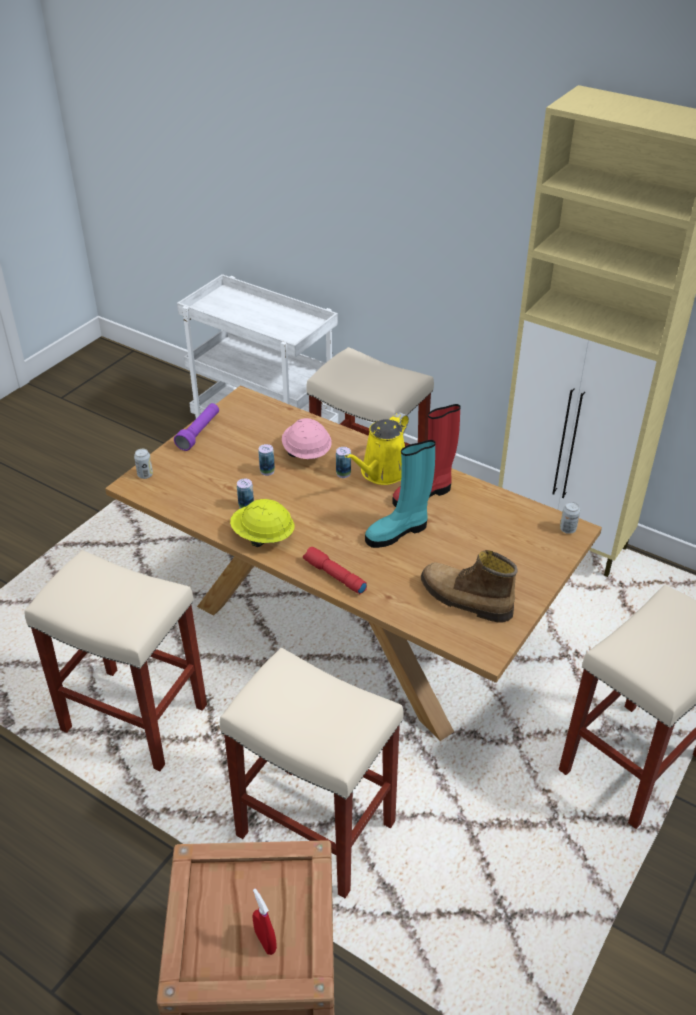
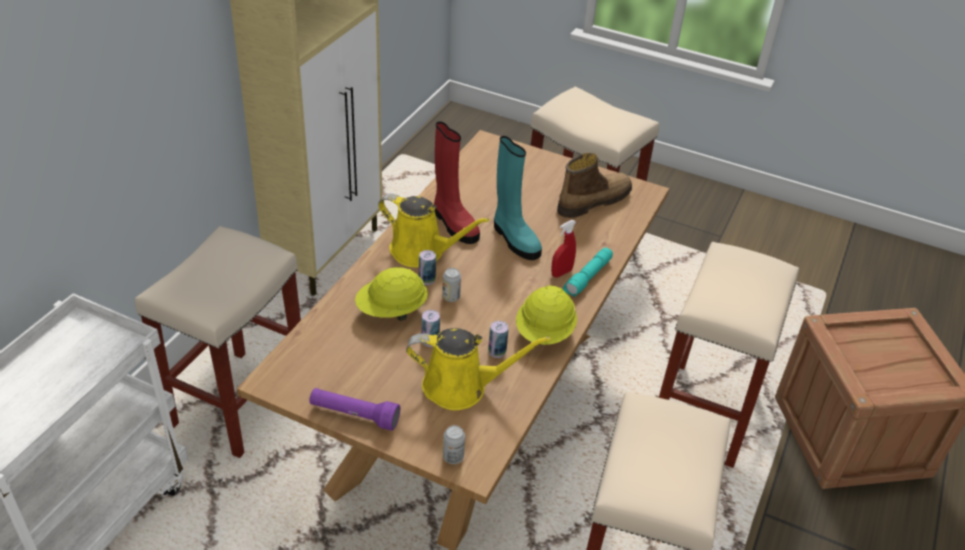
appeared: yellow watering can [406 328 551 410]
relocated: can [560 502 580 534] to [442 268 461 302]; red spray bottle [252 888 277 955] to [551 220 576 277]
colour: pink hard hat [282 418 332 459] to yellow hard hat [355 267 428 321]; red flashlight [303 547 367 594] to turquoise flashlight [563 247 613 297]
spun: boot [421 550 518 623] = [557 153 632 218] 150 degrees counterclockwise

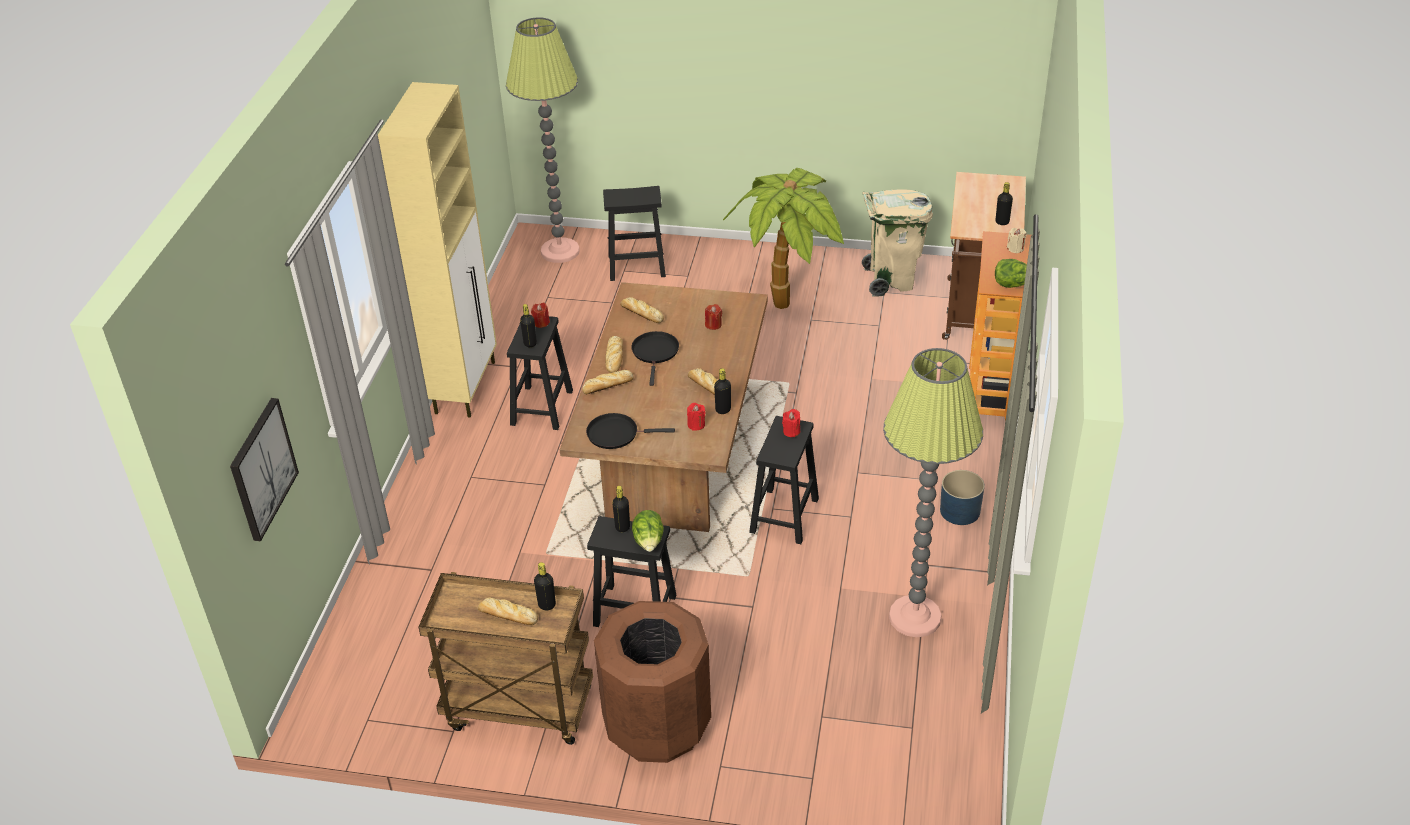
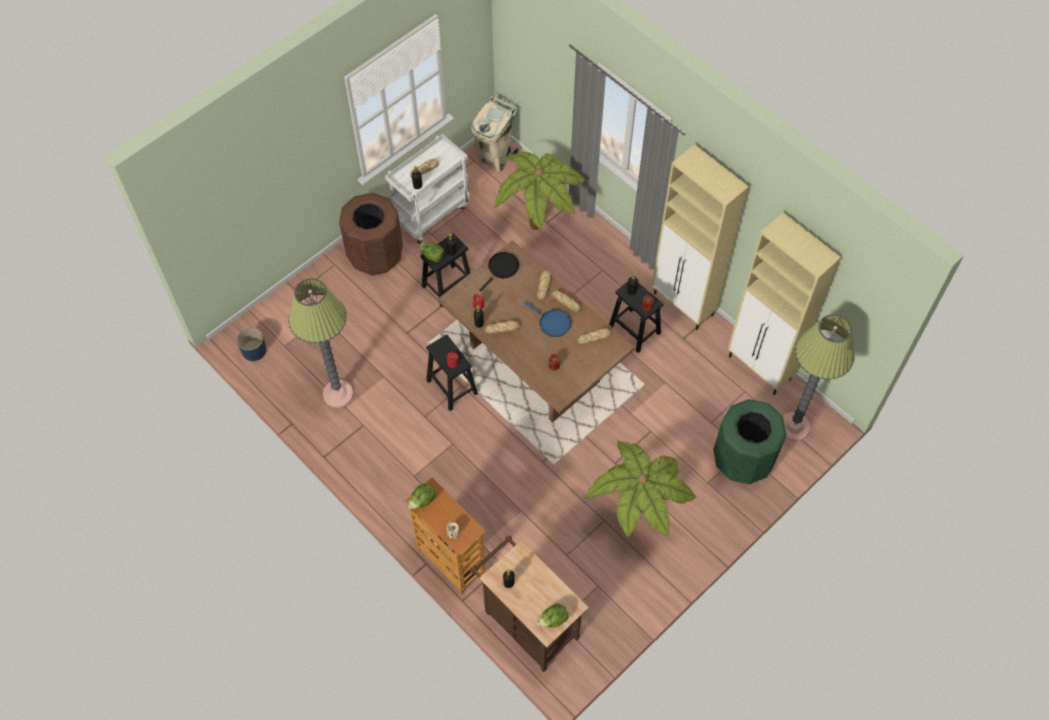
missing: picture [230 398 299 541]
appeared: potted plant [494 152 585 230]; lettuce [537 604 568 628]; beige cabinet [728 212 841 395]
relocated: blue planter [940 470 985 525] to [237 328 267 361]; beige trash can [862 189 933 297] to [471 96 519 172]
exchanged: black stool [603 186 666 281] to green trash can [713 399 787 484]
colour: brown cart [418 572 593 745] to white cart [385 134 470 244]; black frying pan [631 331 679 386] to blue frying pan [524 302 571 337]

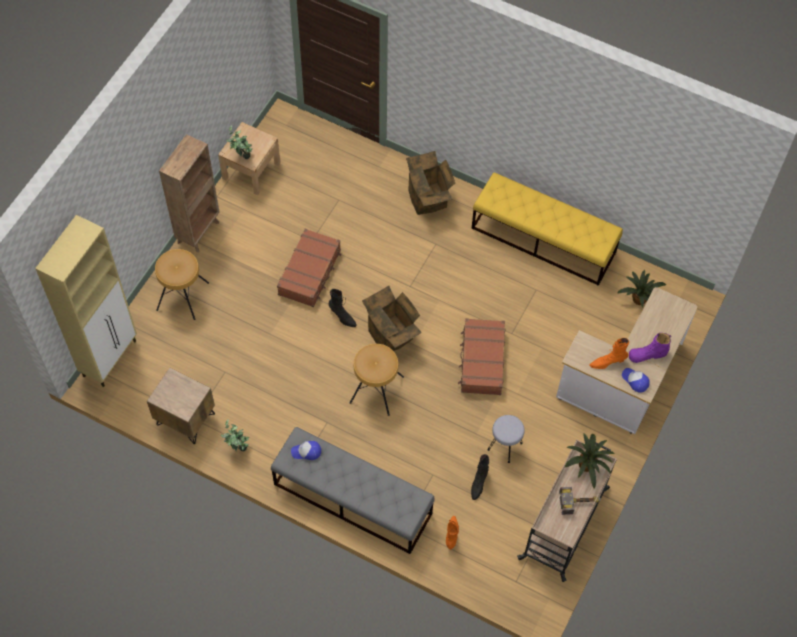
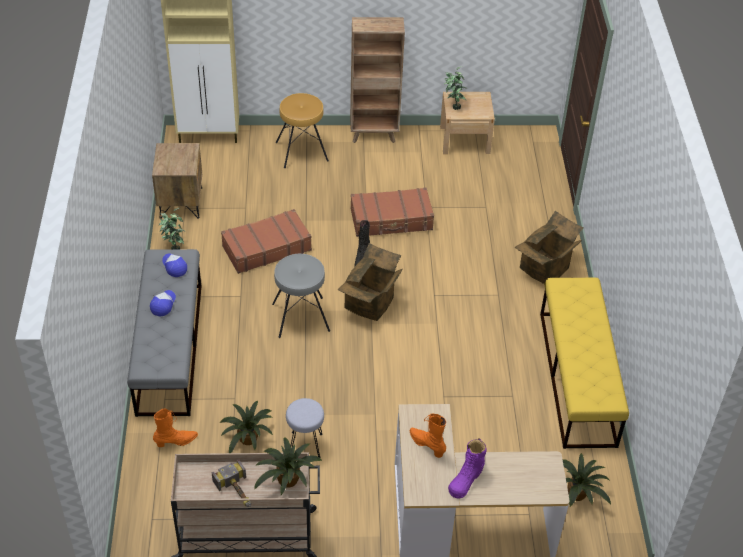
relocated: cap [622 368 650 393] to [150 290 176 316]; brown suitcase [458 318 505 395] to [221 209 312 274]
exchanged: black boot [471 454 489 500] to potted plant [220 401 273 453]
colour: brown stool [349 344 404 416] to grey stool [272 254 330 338]
spun: purple boot [629 333 671 363] = [448 439 487 499] 105 degrees counterclockwise

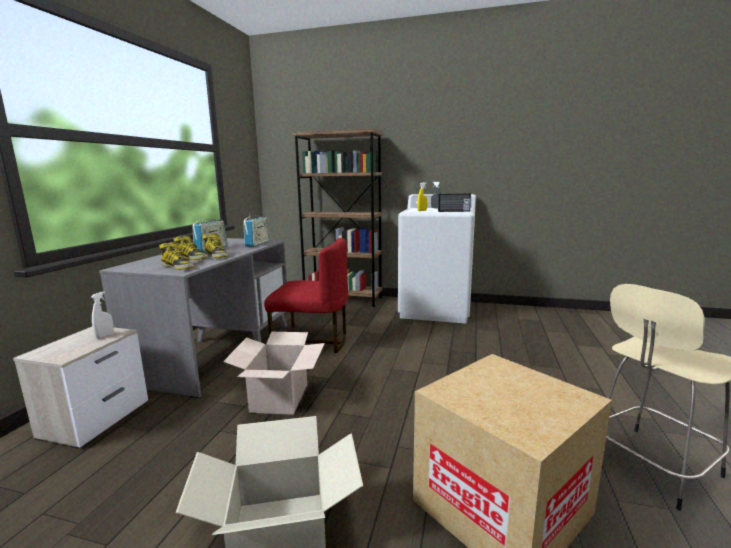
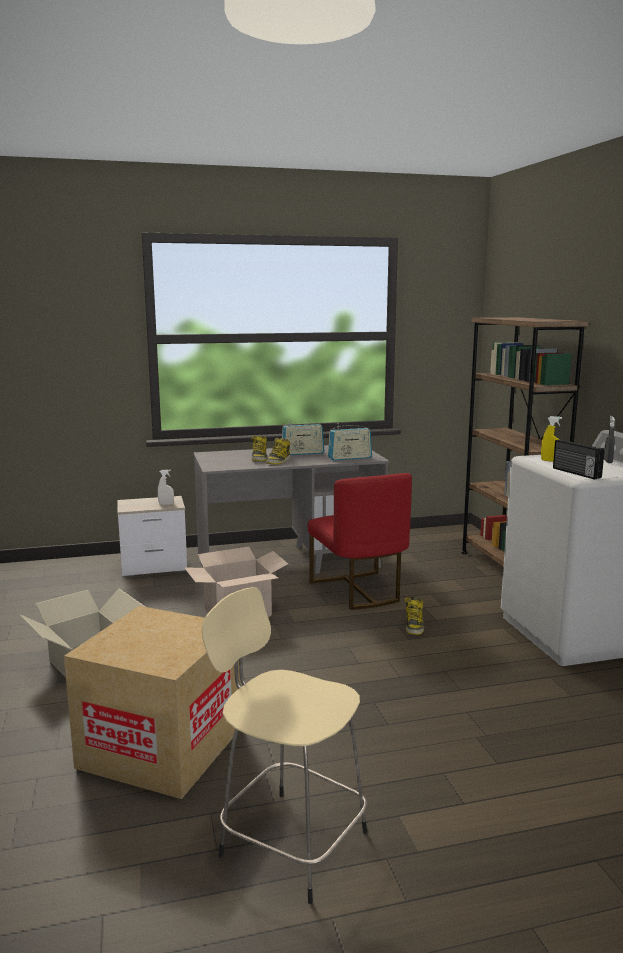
relocated: boot [159 242 195 270] to [405 597 424 635]

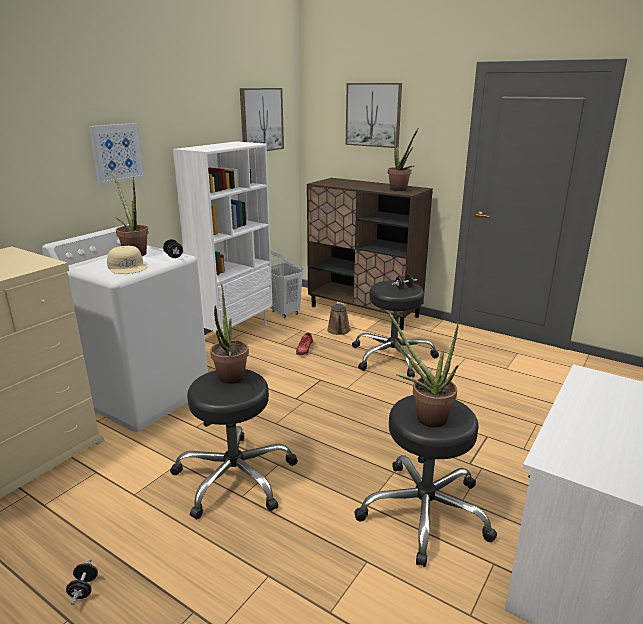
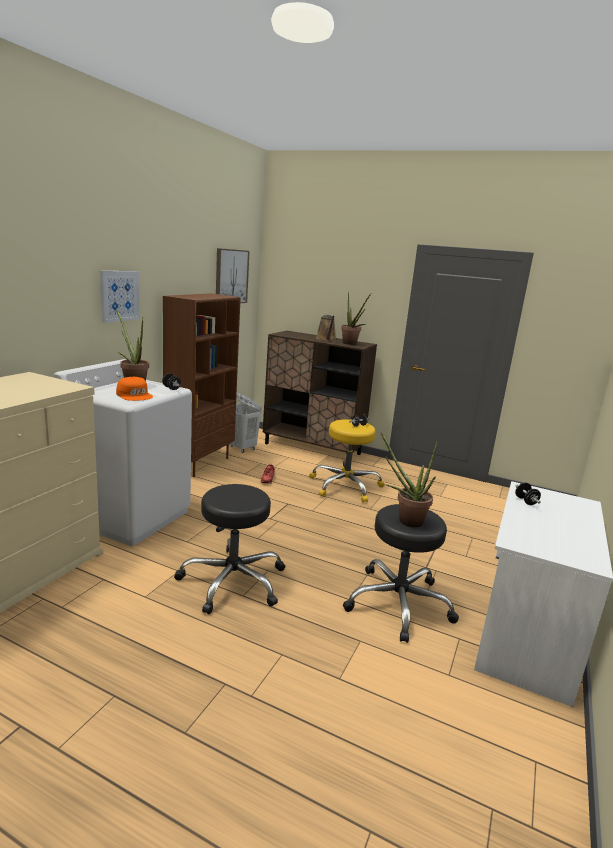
missing: potted plant [210 284 249 384]; picture [346 83 402 148]
relocated: brown watering can [327 302 351 335] to [316 315 336 341]; black dumbbell [66 559 98 605] to [515 482 541 505]
colour: beige cap [107 246 147 274] to orange cap [116 377 153 401]; white bookcase [173 141 273 335] to brown bookcase [163 293 241 477]; black stool [352 280 439 377] to yellow stool [309 419 385 502]

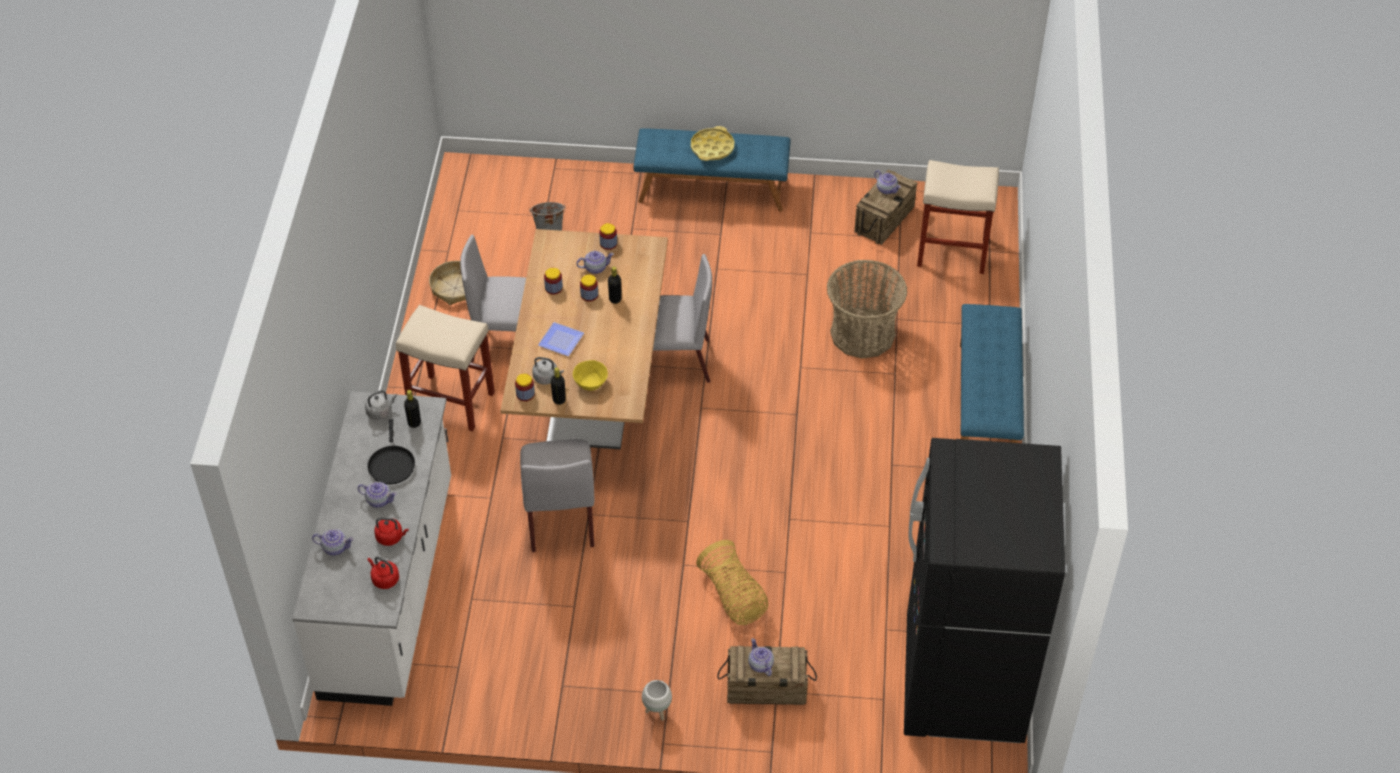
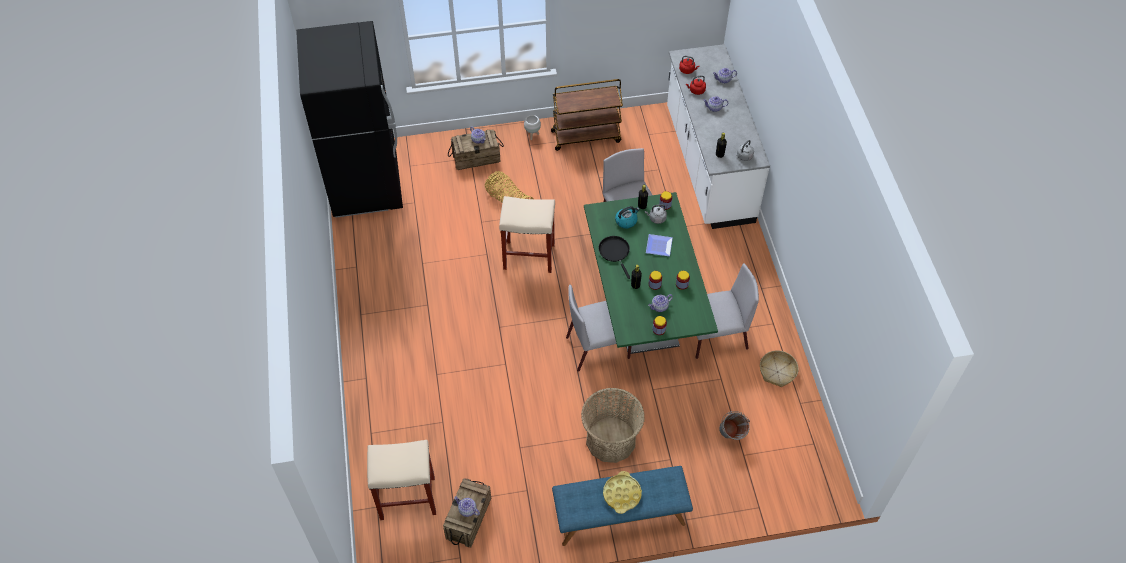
missing: blue bench [960 304 1024 443]
appeared: brown cart [551 79 623 151]
relocated: beige stool [396 305 495 431] to [499 196 555 273]; basket [827 260 907 359] to [581 388 645 463]; black frying pan [367 419 415 485] to [599 236 630 279]
exchanged: yellow bowl [573 360 608 391] to kettle [615 206 640 228]
colour: brown dining table [501 229 668 449] to green dining table [584 192 718 354]

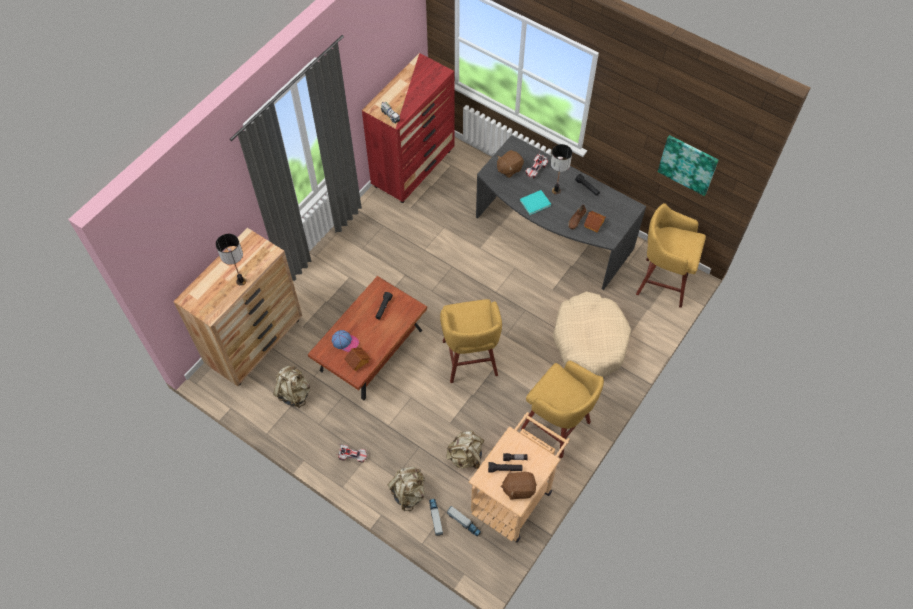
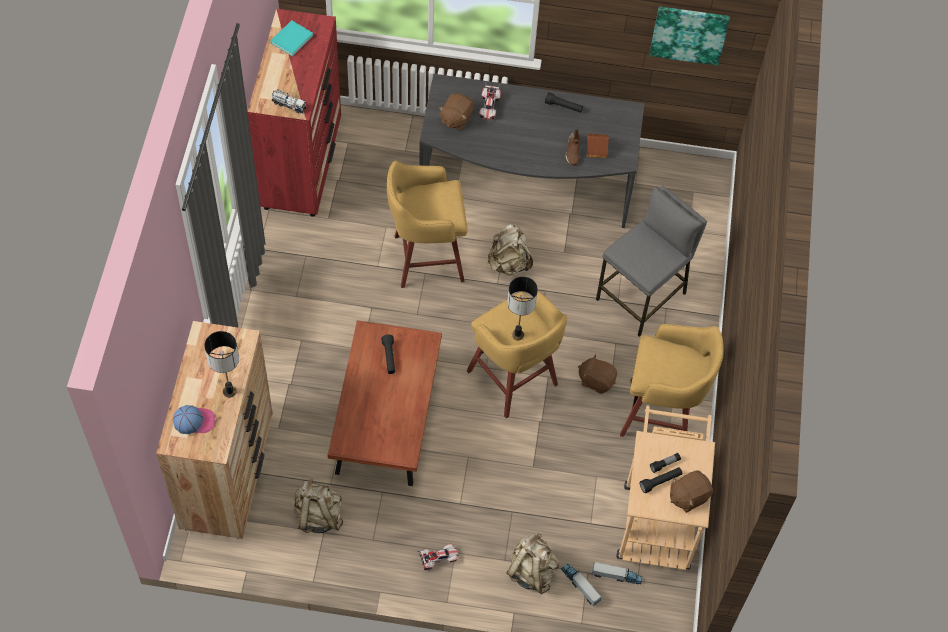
missing: toy house [345 348 371 371]
appeared: brown plush toy [578 354 617 394]
relocated: cap [332 330 359 352] to [173 405 215 434]; turquoise book [520 190 551 215] to [270 20 314 56]; yellow stool [636 203 706 308] to [387 161 467 288]; beige backpack [446 430 484 469] to [487 224 533 276]; table lamp [551 144 572 194] to [507 277 538 341]
exchanged: beige dog bed [553 291 631 377] to grey stool [596 186 707 337]

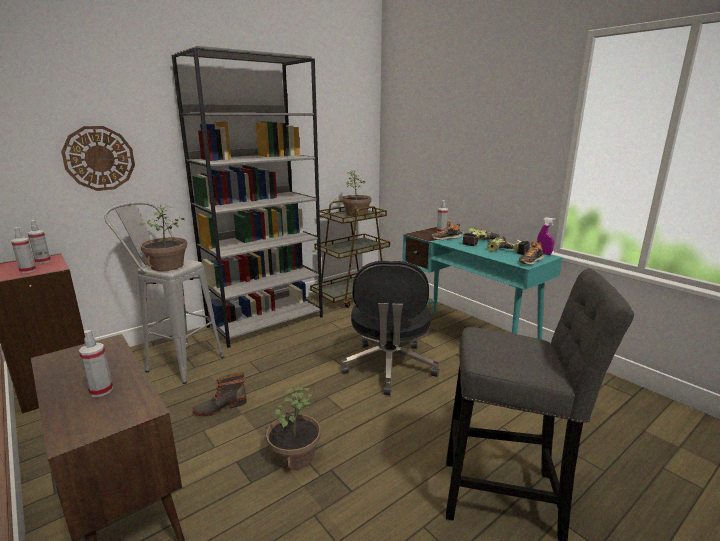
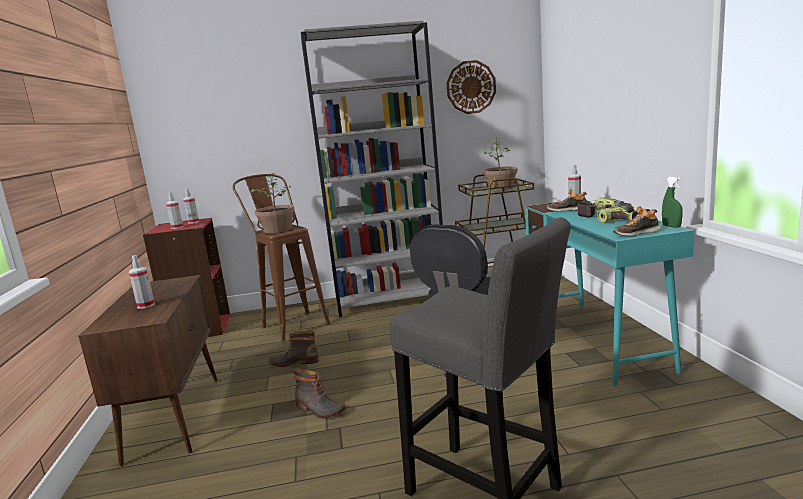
relocated: wall clock [61 126 135 191] to [446 60 496 114]
exchanged: potted plant [266 387 321 470] to boot [293 368 346 418]
colour: grey stool [104 202 224 384] to brown stool [233 174 330 340]; purple spray bottle [537 217 556 255] to green spray bottle [662 177 683 228]

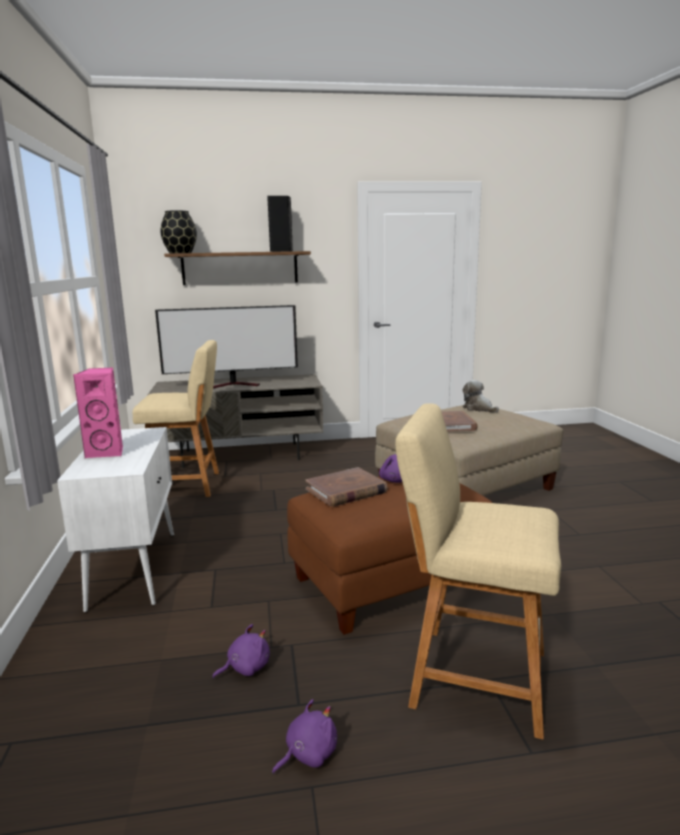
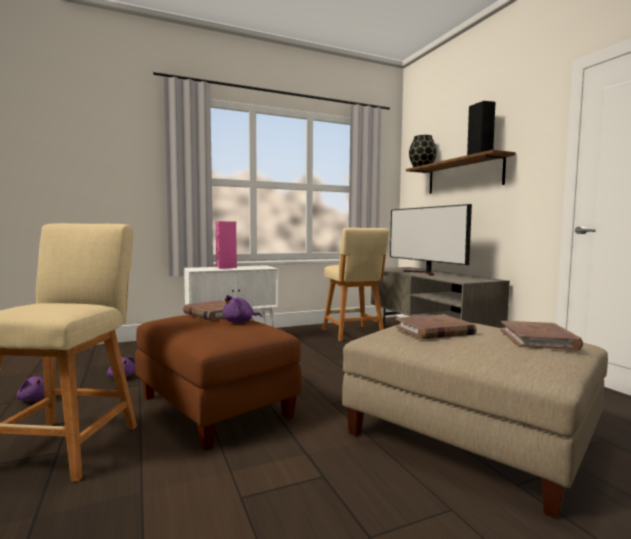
exchanged: plush toy [463 380 499 413] to brown book [501 321 583 350]

